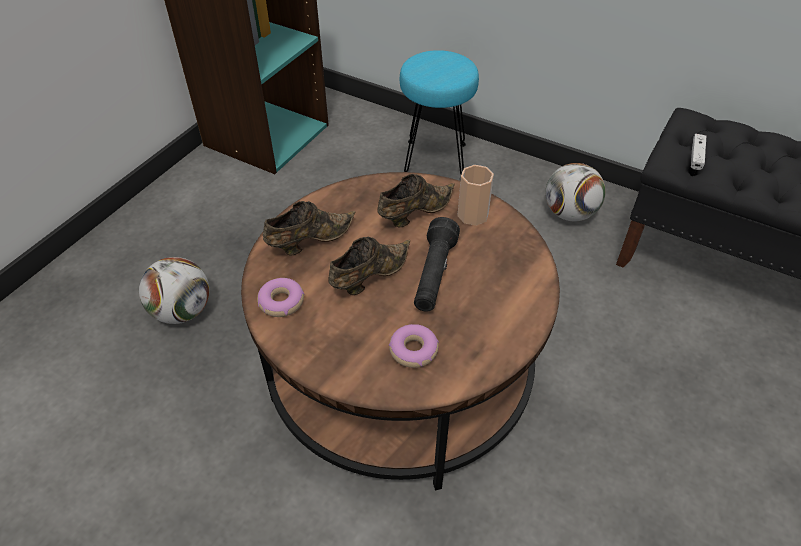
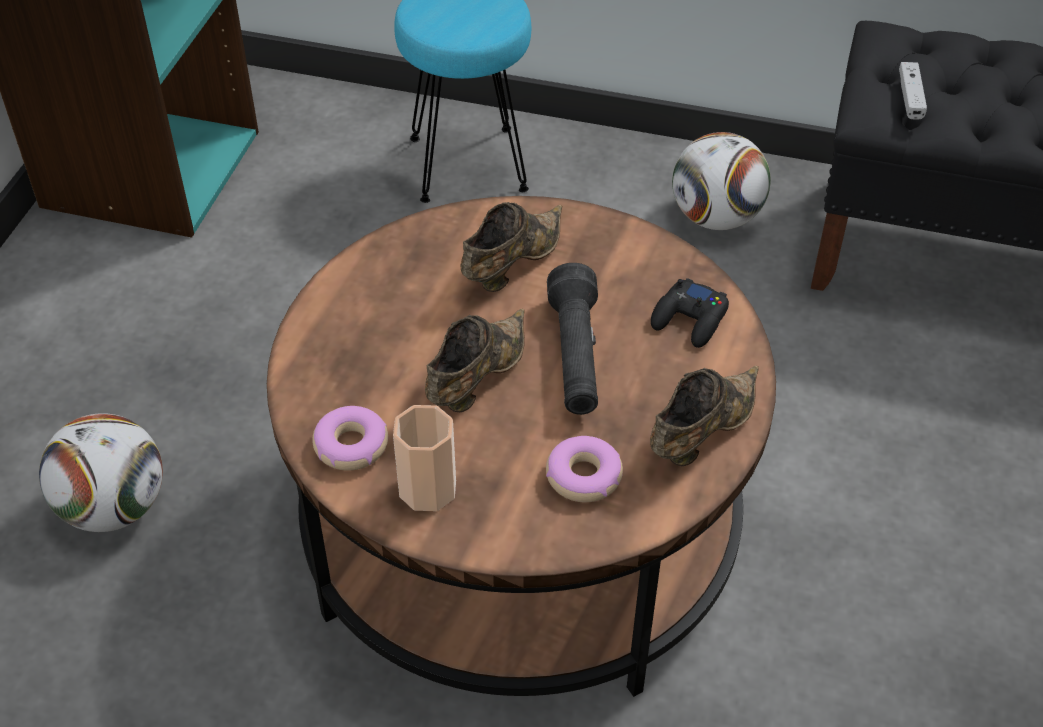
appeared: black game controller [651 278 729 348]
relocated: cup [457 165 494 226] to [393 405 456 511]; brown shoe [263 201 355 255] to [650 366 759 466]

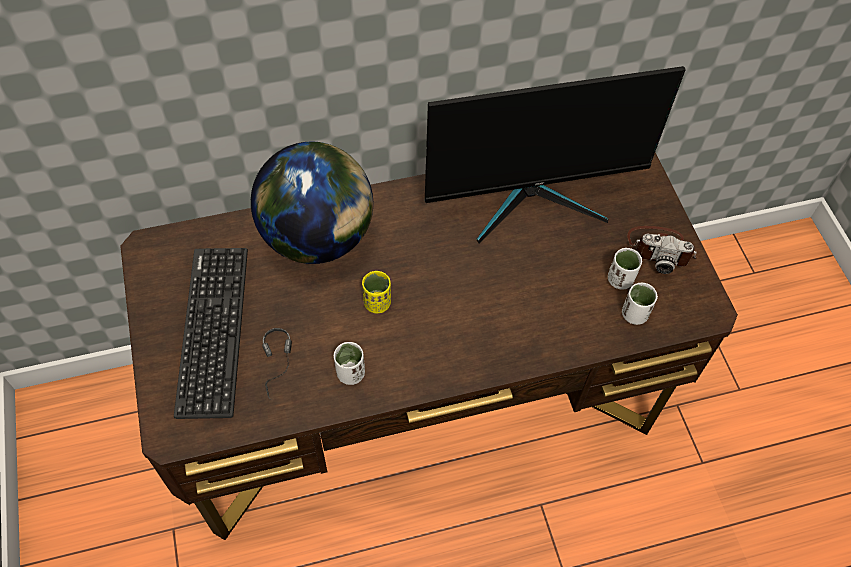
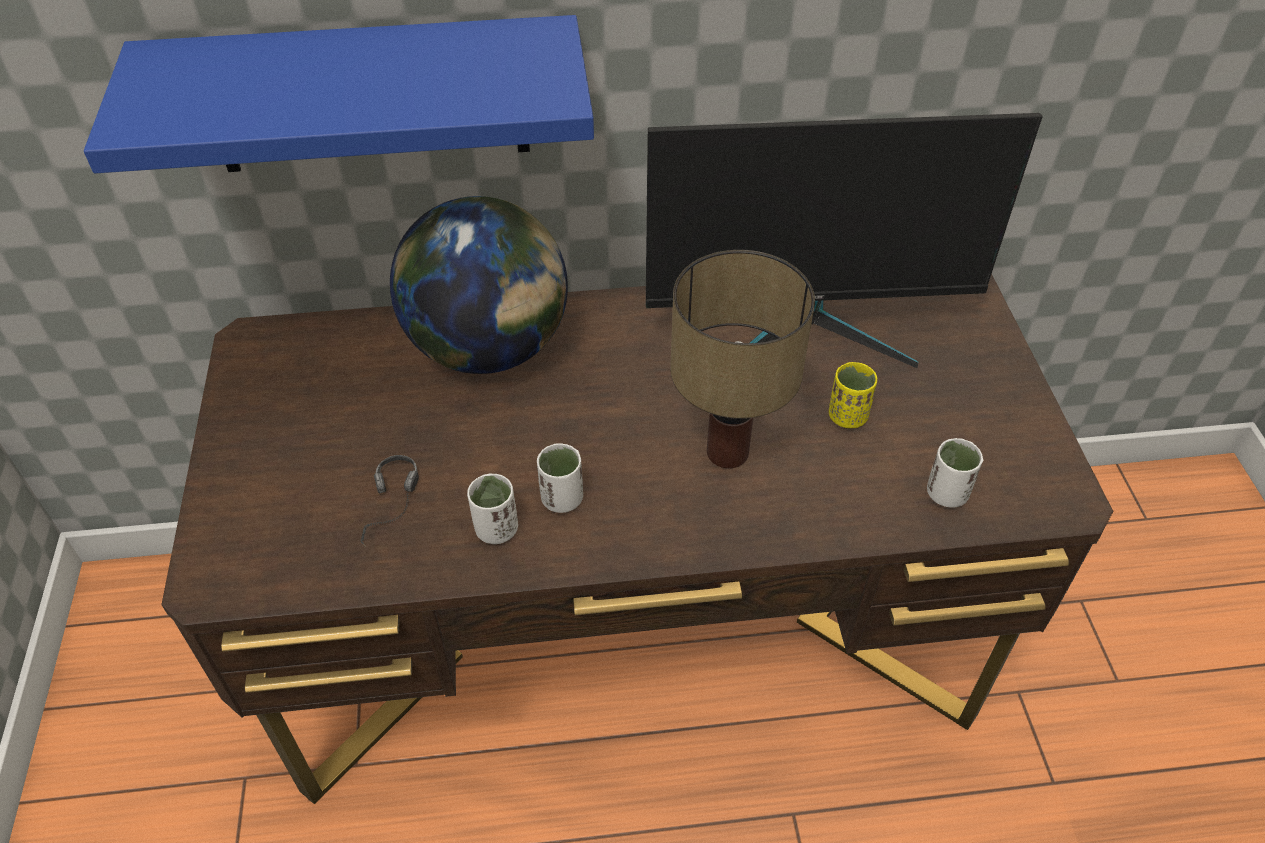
missing: keyboard [174 248 248 419]; photo camera [627 226 697 274]
appeared: blue shelf [84 15 594 173]; table lamp [670 250 815 468]
relocated: white cup [608 248 642 290] to [537 443 583 513]; yellow cup [362 271 391 313] to [829 362 877 428]

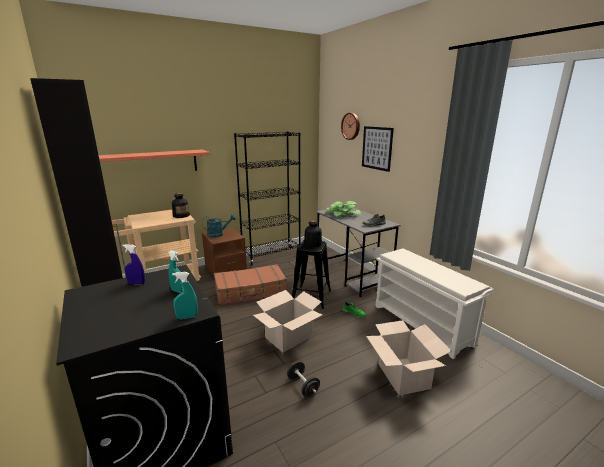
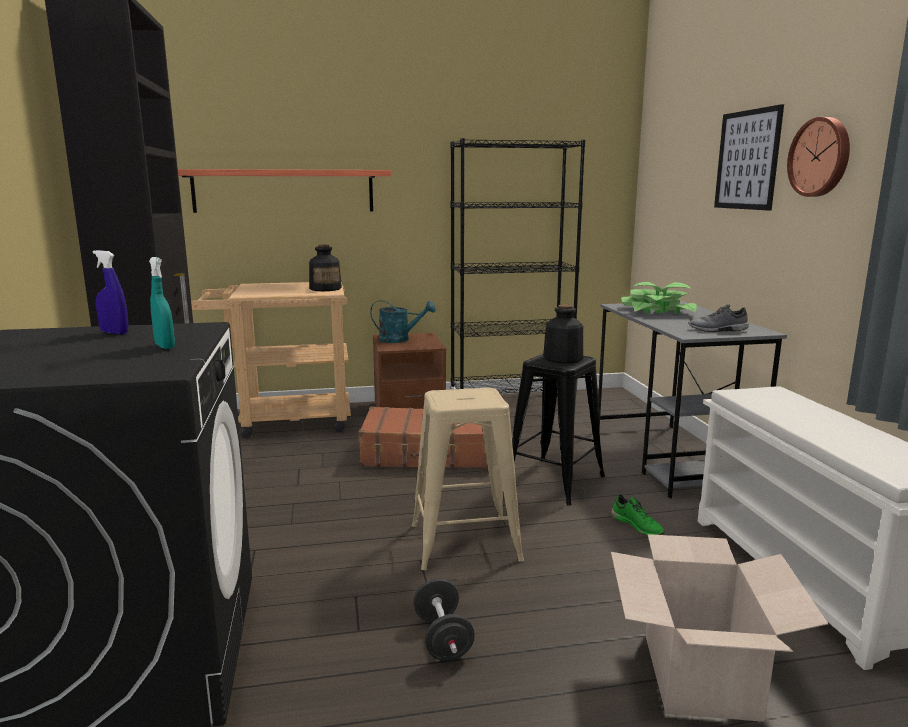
missing: turquoise spray bottle [172 272 198 319]
relocated: wall clock [341 113 360 140] to [787 117 850 197]
exchanged: cardboard box [253 290 322 353] to beige stool [412 388 524 570]

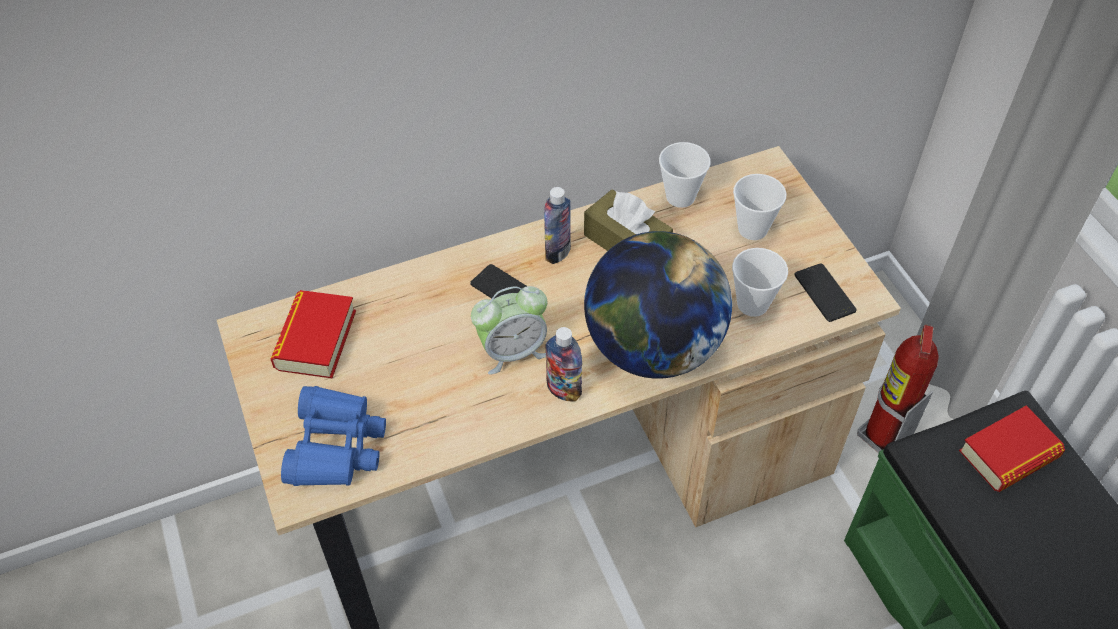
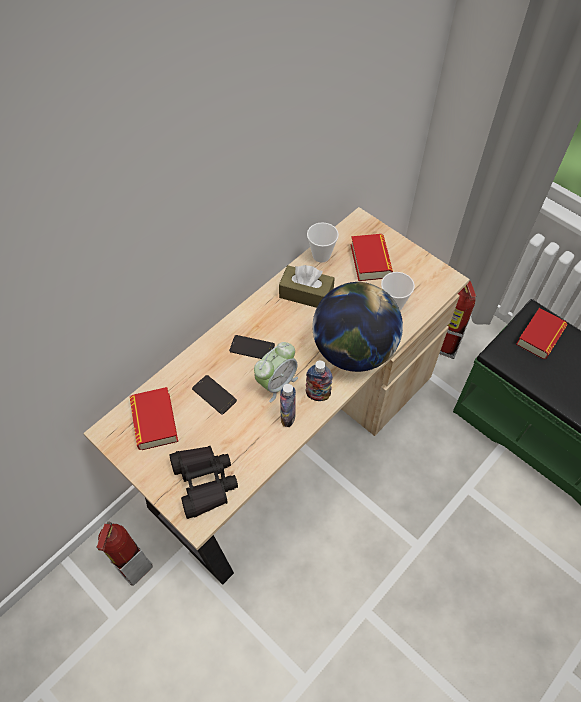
appeared: fire extinguisher [96 521 153 586]
relocated: phone [794 263 857 322] to [192 375 237 414]; bottle [544 187 571 264] to [280 384 296 427]
exchanged: cup [733 174 786 240] to book [351 234 393 281]
colour: blue binoculars [281 386 386 486] to black binoculars [169 446 238 519]

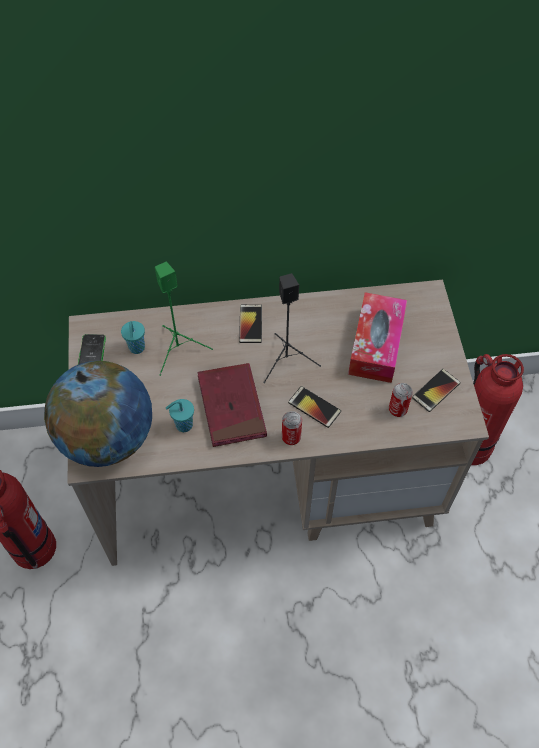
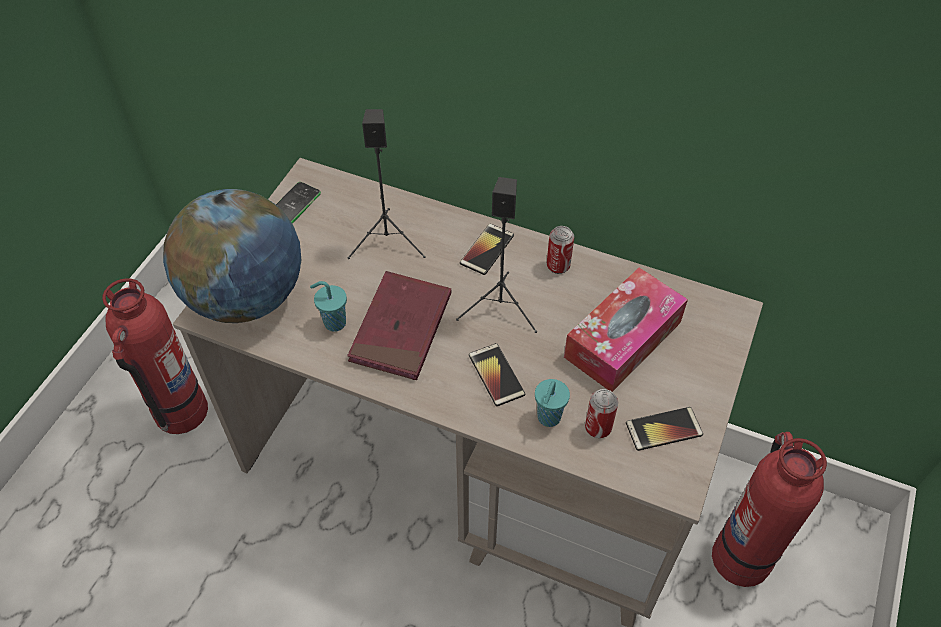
relocated: turquoise cup [121 321 145 354] to [535 379 570 427]; can [282 411 302 445] to [547 226 574 274]
colour: green speaker [155 262 213 376] to black speaker [348 109 426 259]

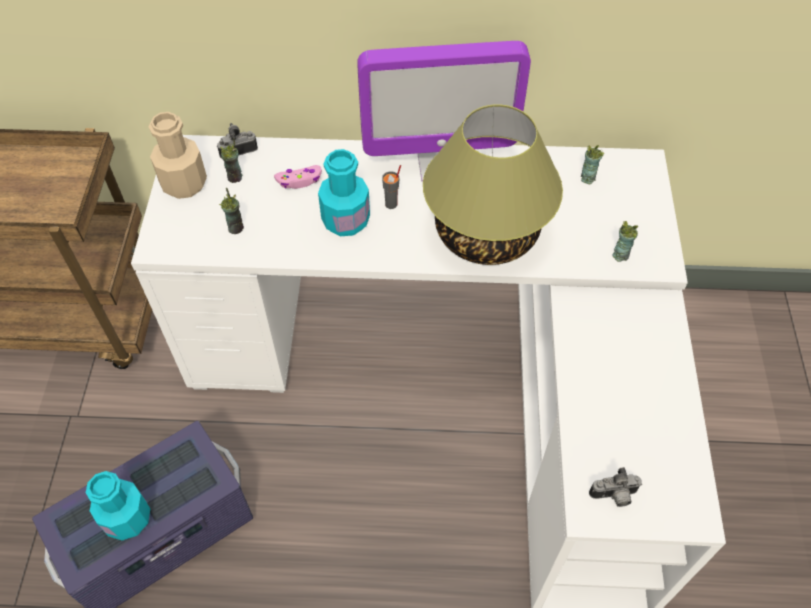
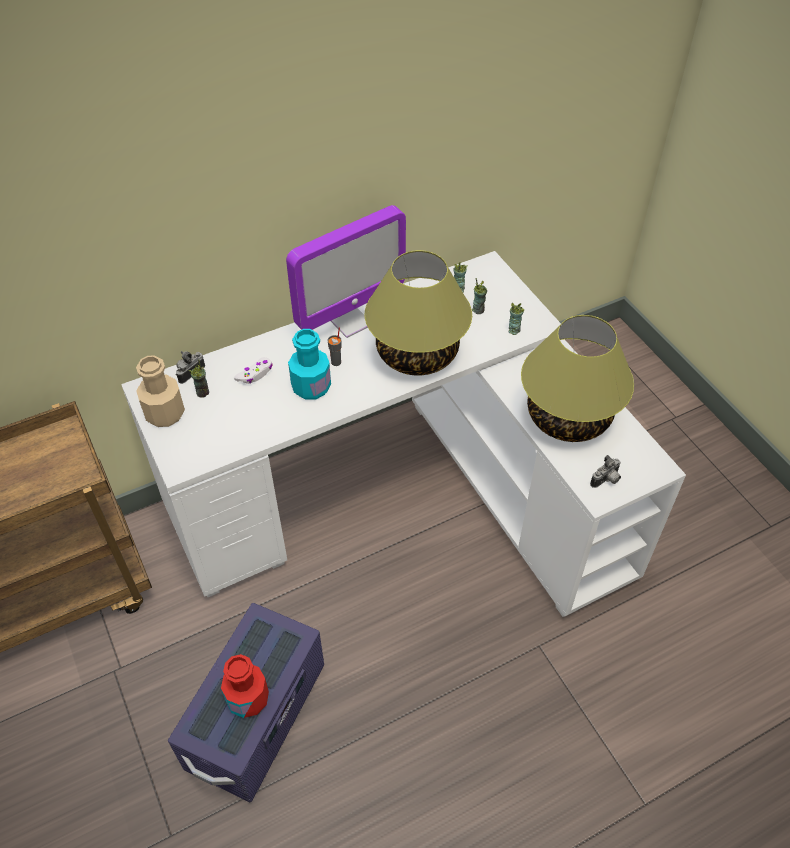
appeared: table lamp [521 315 634 442]
relocated: cup [219 188 244 234] to [472 278 487 314]
colour: turquoise bottle [86 471 150 540] to red bottle [221 654 269 718]; pink game controller [274 165 322 189] to white game controller [234 357 273 384]

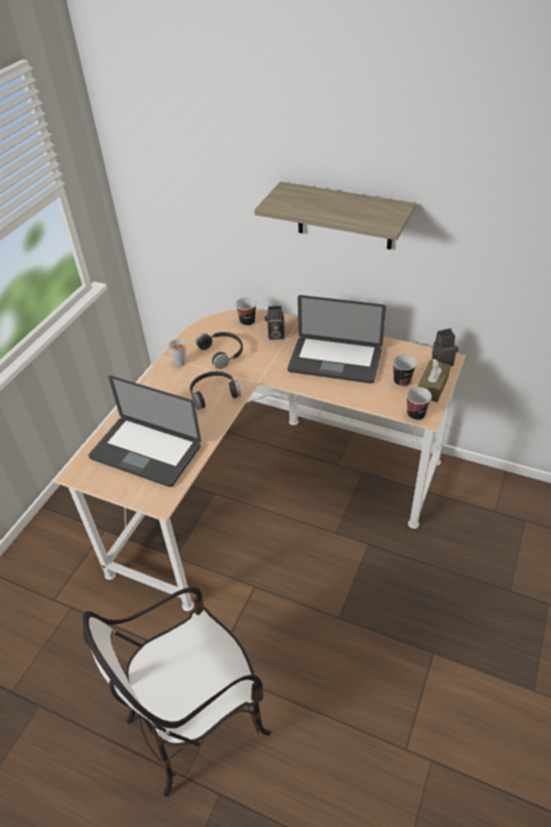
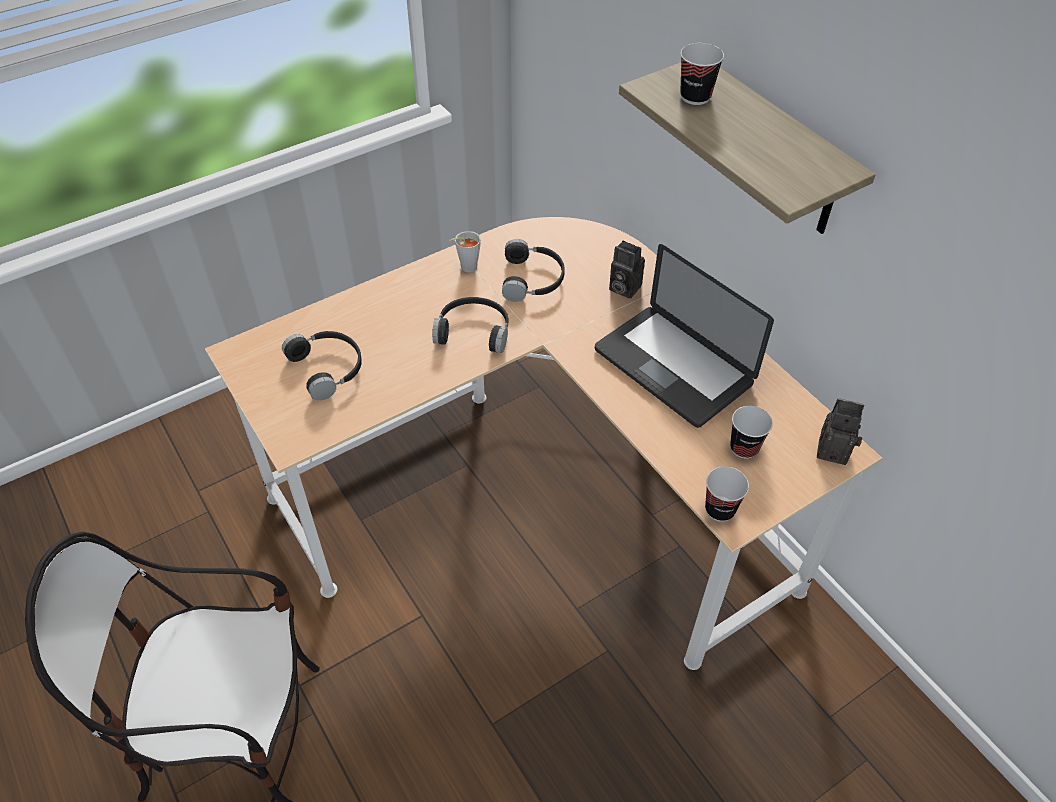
missing: brown tissue box [418 359 451 402]
relocated: cup [236 297 256 326] to [680 43 724 105]
exchanged: laptop [89 376 201 487] to black headphones [282 331 362 400]

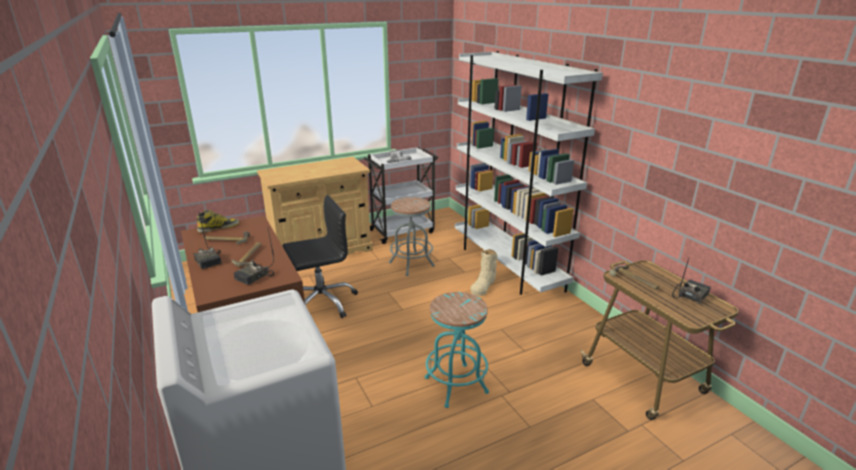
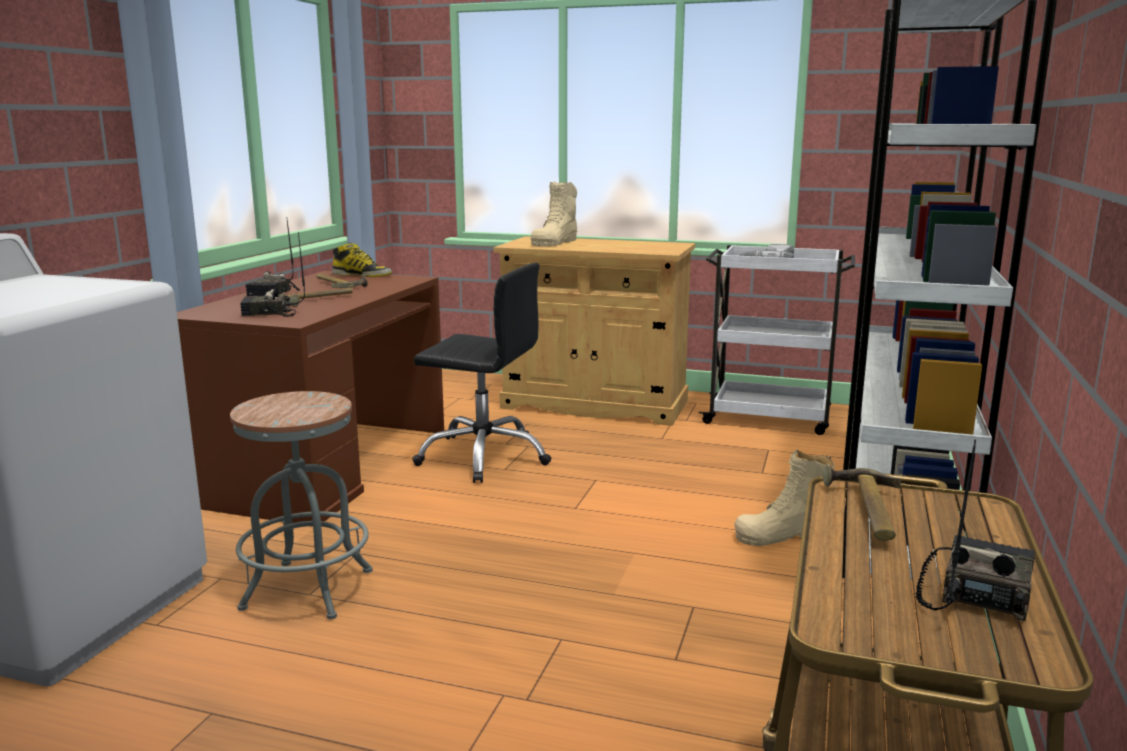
missing: turquoise stool [425 292 489 408]
appeared: beige boot [531 182 577 246]
relocated: grey stool [389 197 435 276] to [230 391 373 619]
spun: radio [672 258 711 304] = [916 439 1035 621] 60 degrees counterclockwise

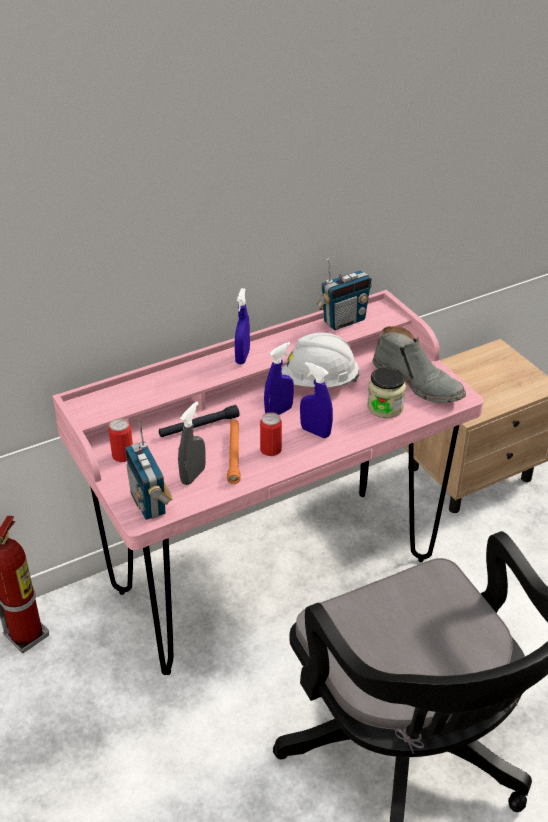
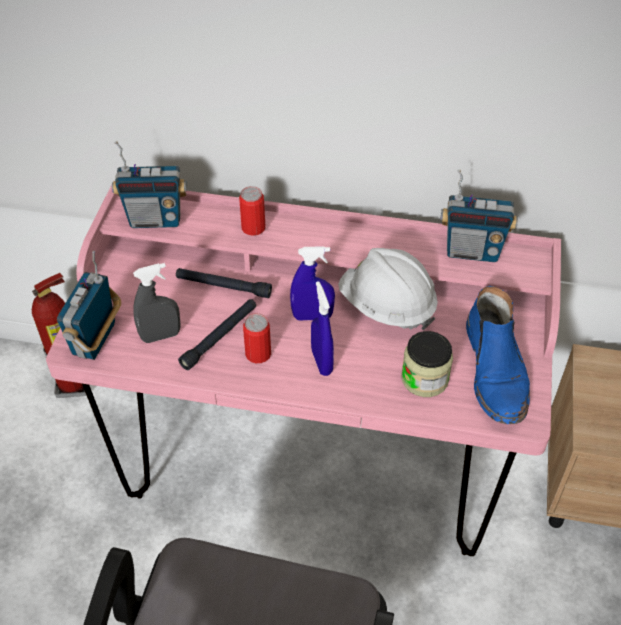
missing: blue spray bottle [235 288 250 364]
appeared: radio [112 141 187 228]
relocated: can [109 418 133 462] to [239 186 266 236]
colour: orange flashlight [227 420 241 484] to black flashlight [178 299 256 370]; grey boot [373 326 466 403] to blue boot [466 286 530 424]

